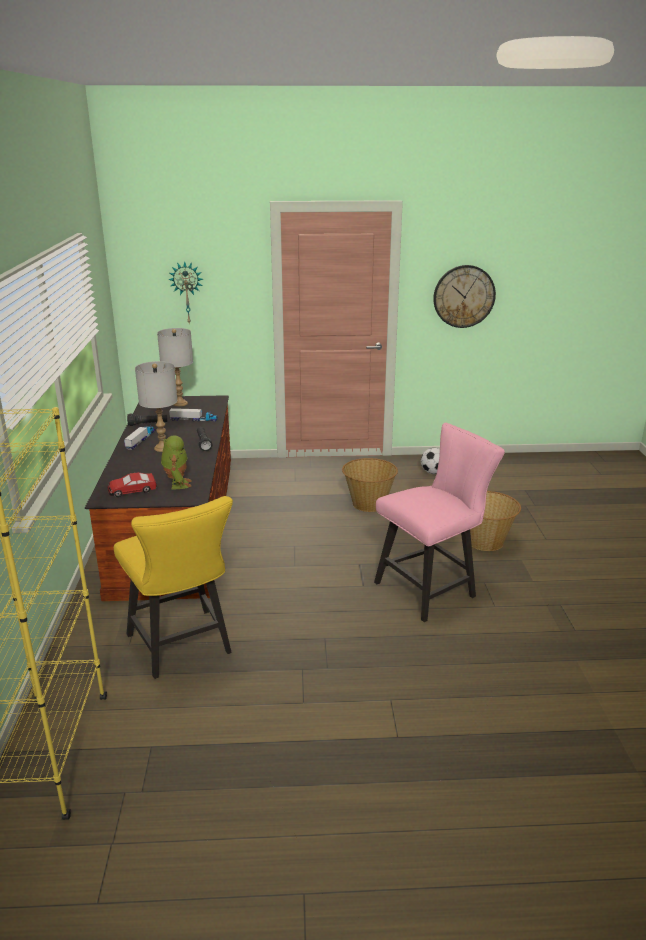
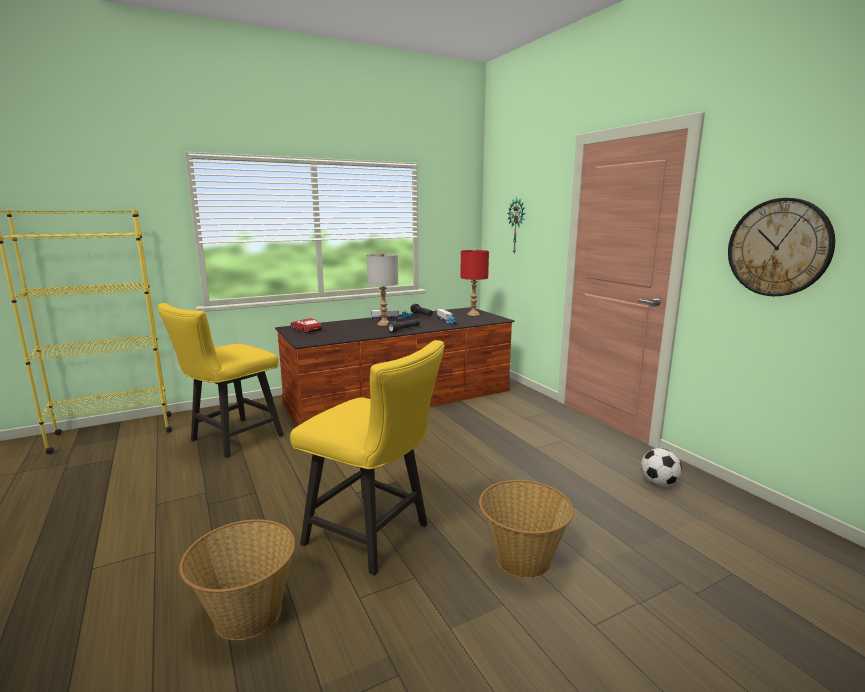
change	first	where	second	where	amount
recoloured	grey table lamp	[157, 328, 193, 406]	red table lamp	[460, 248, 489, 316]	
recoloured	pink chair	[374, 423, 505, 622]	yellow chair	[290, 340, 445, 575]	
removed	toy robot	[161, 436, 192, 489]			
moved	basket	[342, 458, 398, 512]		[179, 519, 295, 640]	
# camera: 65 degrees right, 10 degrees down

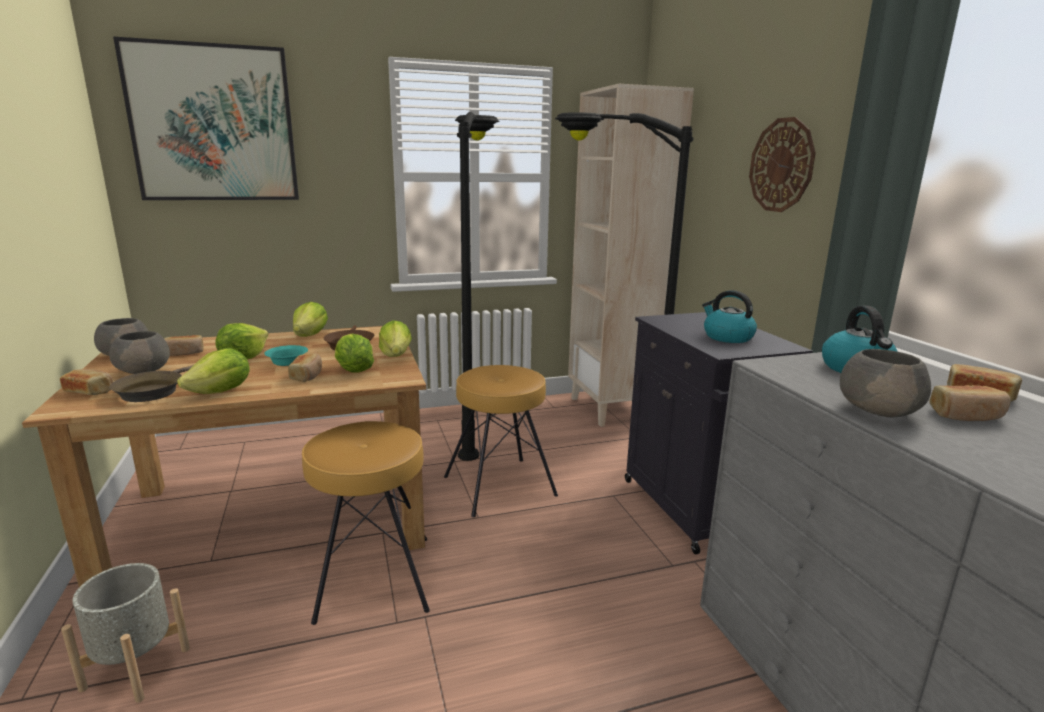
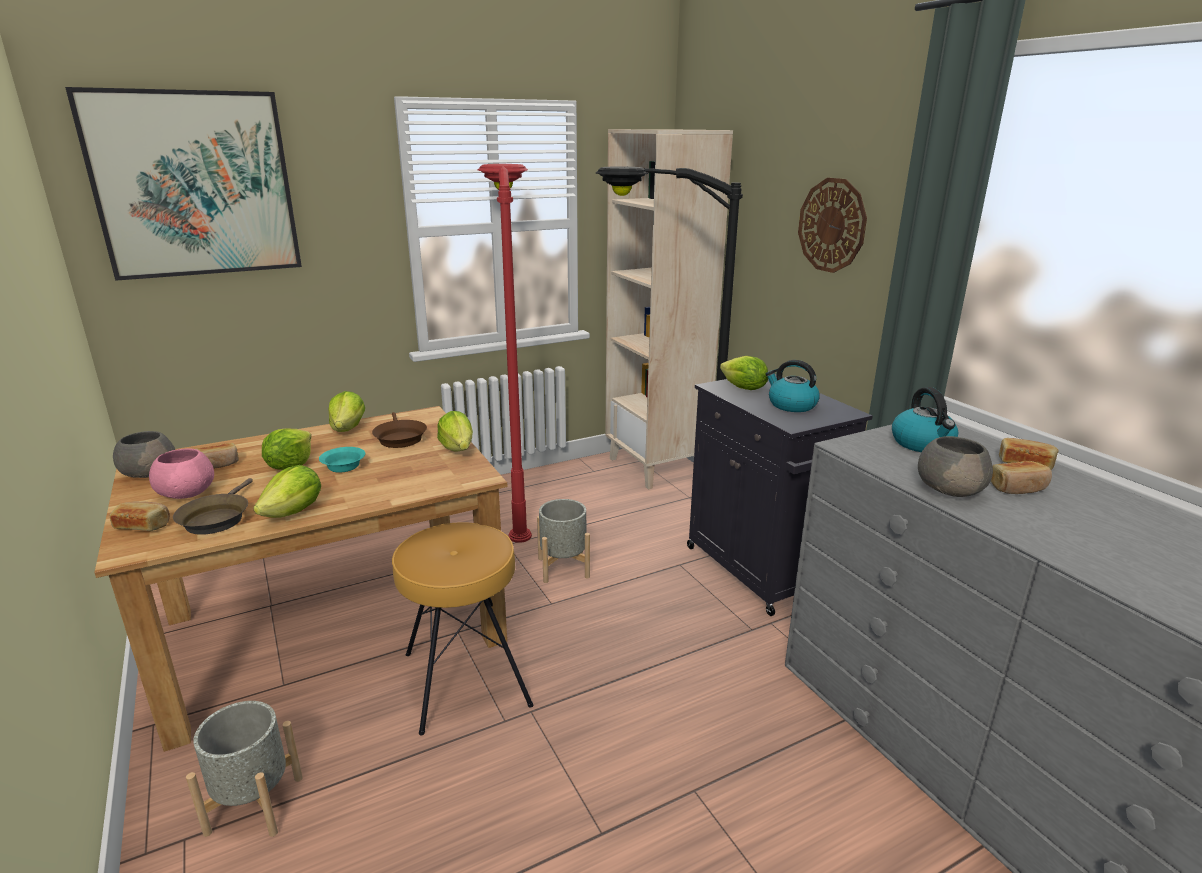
change	first	where	second	where	amount
recoloured	black floor lamp	[455, 112, 500, 461]	red floor lamp	[478, 164, 532, 543]	
recoloured	grey bowl	[109, 331, 170, 374]	pink bowl	[149, 448, 214, 499]	
moved	lettuce	[335, 334, 374, 372]		[720, 356, 768, 390]	
removed	bread	[288, 353, 322, 382]			
replaced	brown stool	[444, 365, 558, 517]	grey planter	[537, 499, 590, 583]	
# camera: 10 degrees left, 5 degrees up

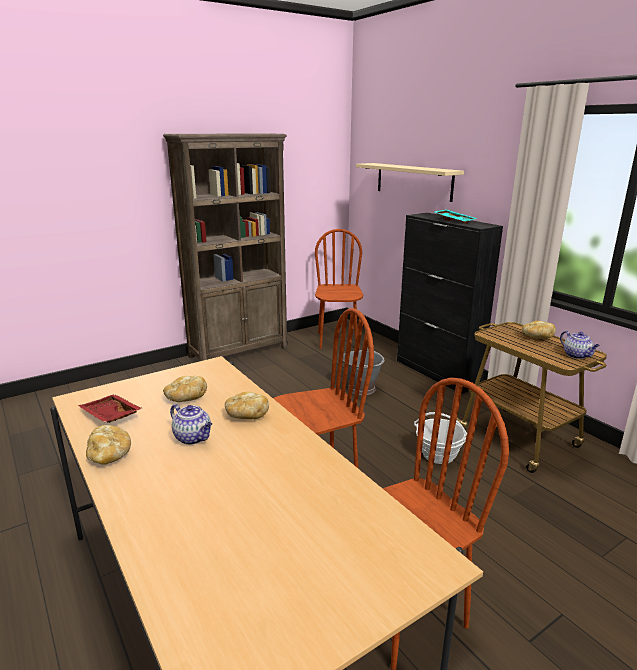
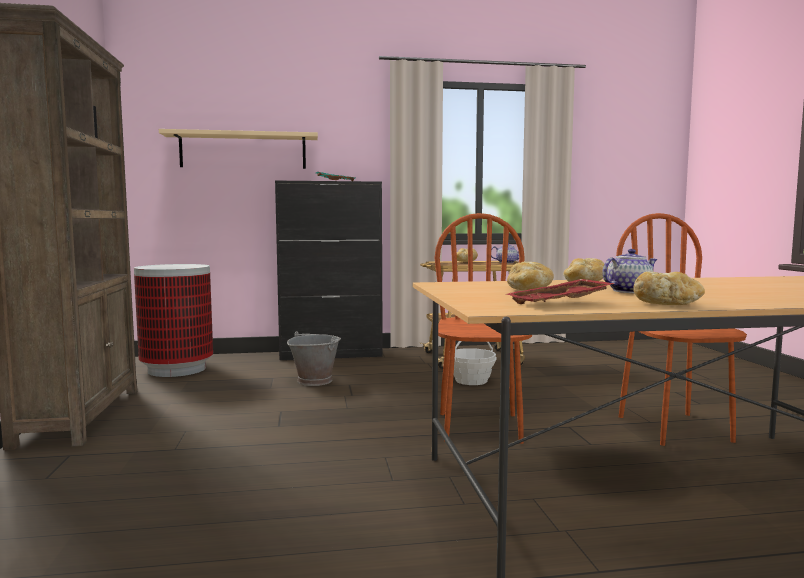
change	first	where	second	where	amount
replaced	brown chair	[315, 229, 363, 349]	trash can	[134, 264, 213, 377]	
# camera: 65 degrees left, 15 degrees down

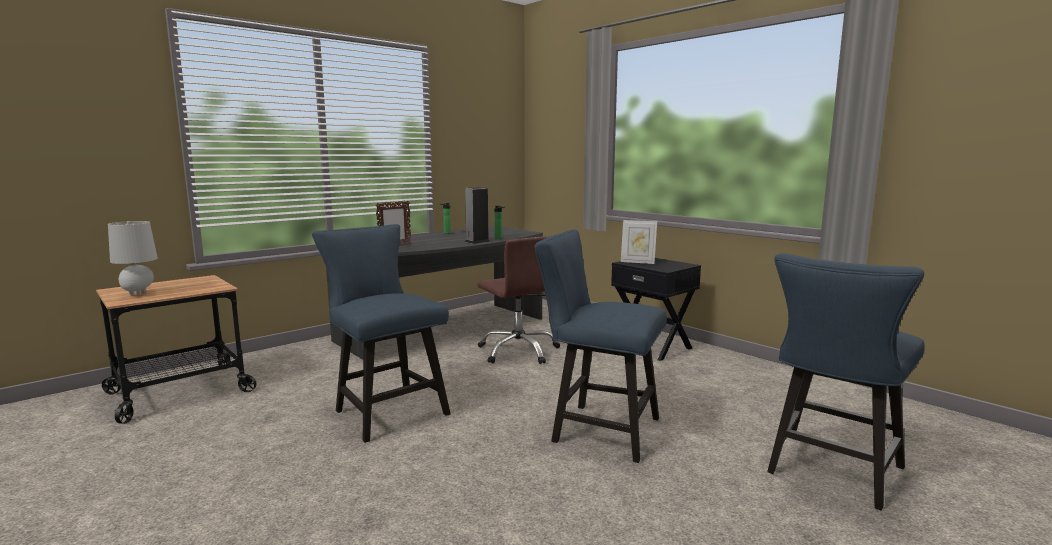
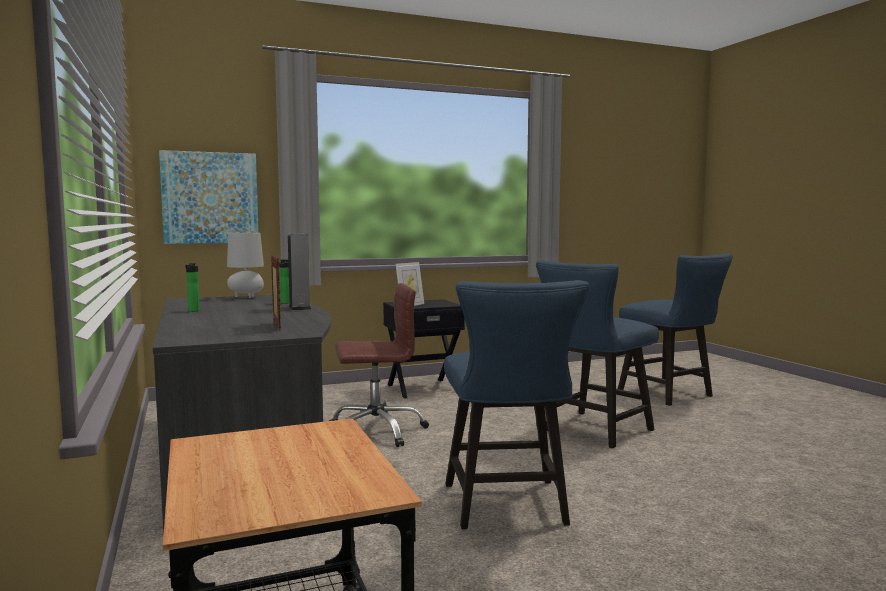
change	first	where	second	where	amount
moved	grey table lamp	[108, 221, 158, 296]		[227, 232, 264, 298]	
turned	blue chair	[312, 224, 451, 443]		[444, 280, 590, 529]	75 degrees counterclockwise
added			picture	[159, 150, 259, 244]	
# camera: 70 degrees left, 5 degrees down

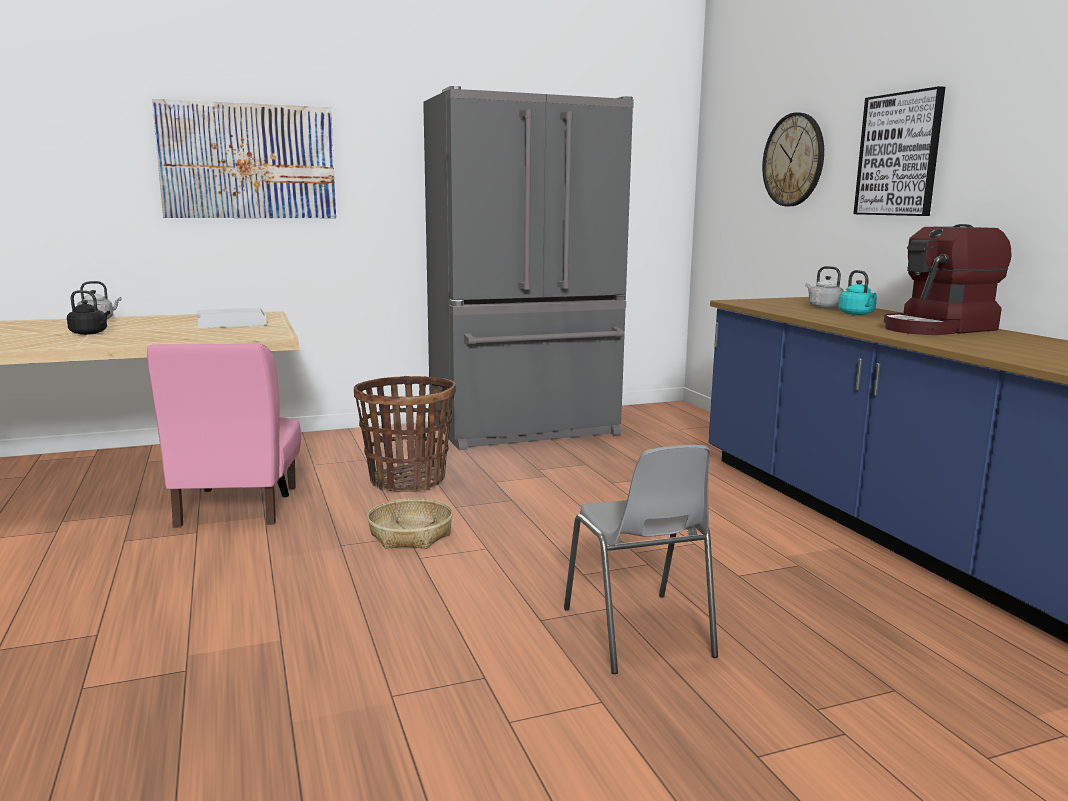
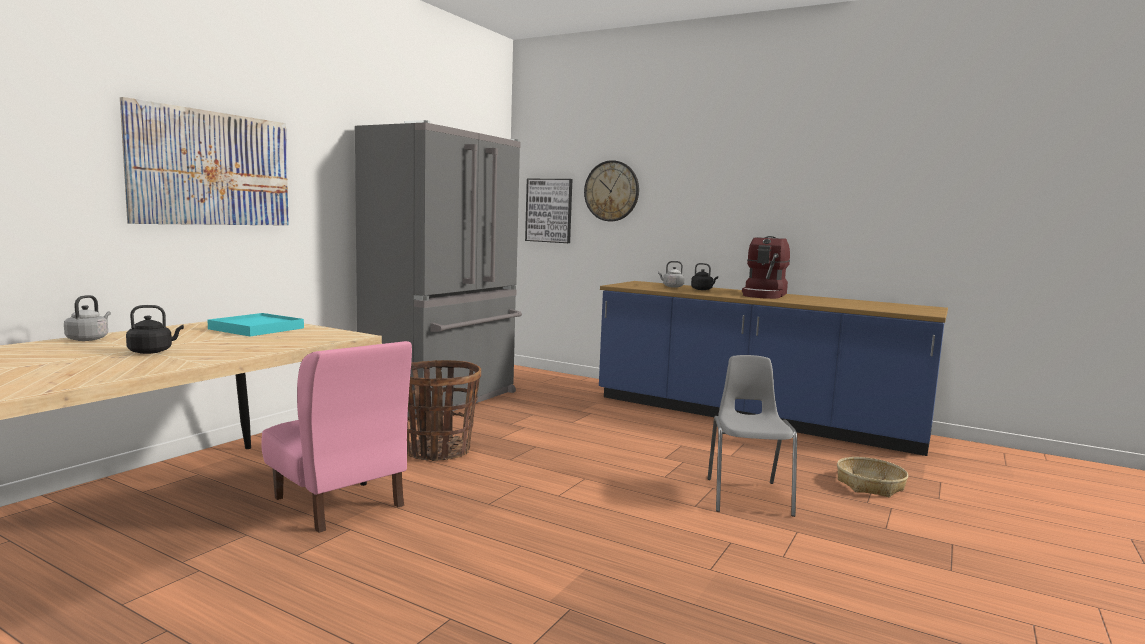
change	first	where	second	where	amount
moved	picture	[853, 86, 945, 216]		[525, 179, 572, 243]	
recoloured	turquoise kettle	[838, 270, 877, 315]	black kettle	[691, 263, 718, 290]	
recoloured	white tray	[197, 308, 267, 328]	turquoise tray	[208, 313, 304, 336]	
turned	grey chair	[564, 445, 718, 674]		[707, 355, 797, 517]	120 degrees counterclockwise
moved	basket	[367, 498, 453, 549]		[837, 457, 908, 497]	
# camera: 40 degrees left, 5 degrees down

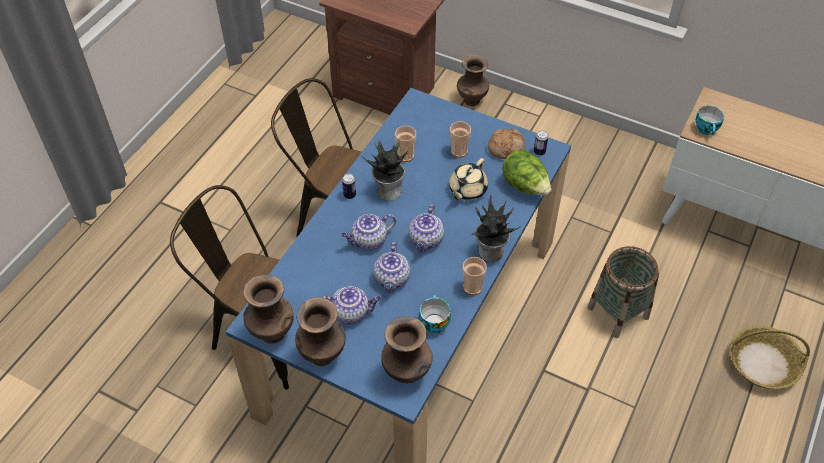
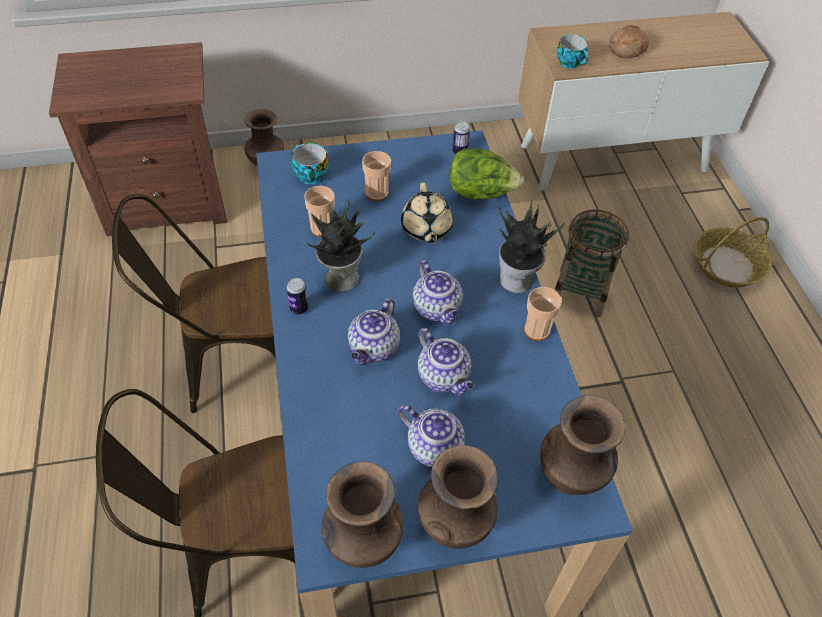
change	first	where	second	where	amount
moved	bread	[488, 128, 526, 159]		[609, 25, 649, 58]	
turned	teapot	[321, 286, 381, 324]		[398, 405, 465, 467]	75 degrees clockwise
moved	cup	[419, 295, 451, 333]		[292, 143, 329, 184]	
# camera: 40 degrees left, 0 degrees up

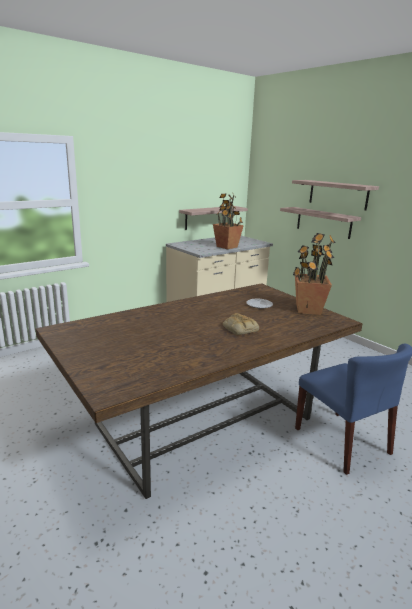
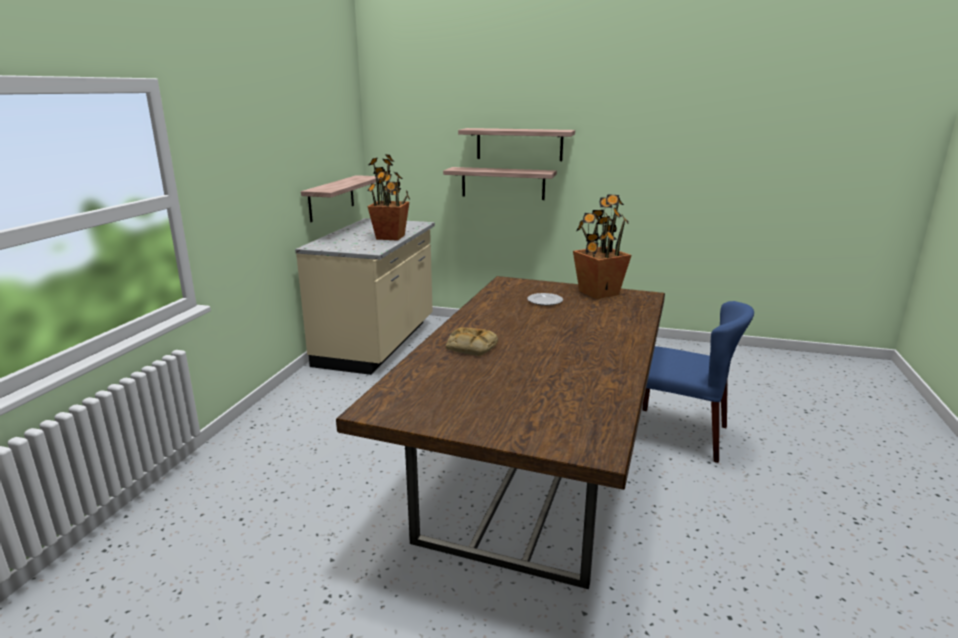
change	first	where	second	where	amount
moved	bread	[223, 313, 259, 335]		[446, 327, 498, 356]	
# camera: 35 degrees left, 0 degrees up

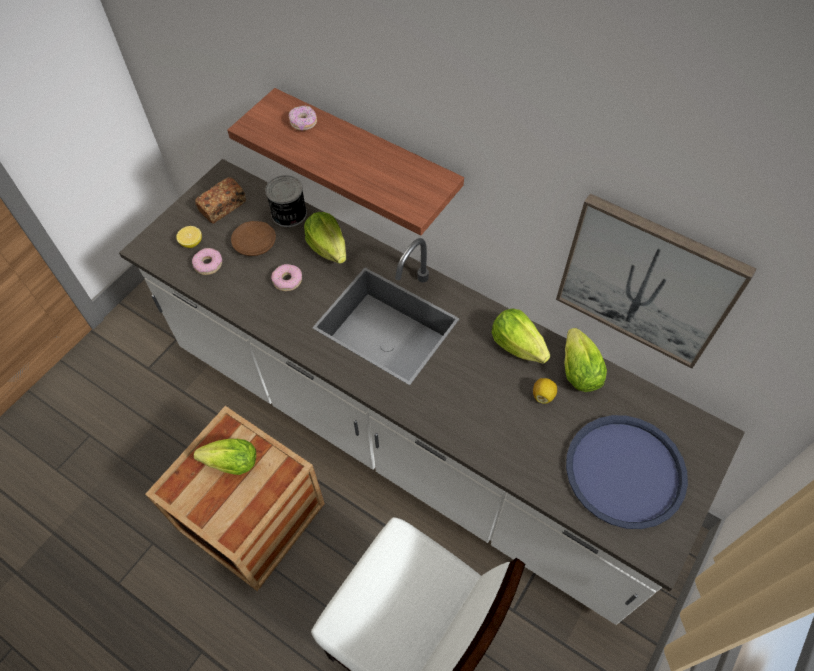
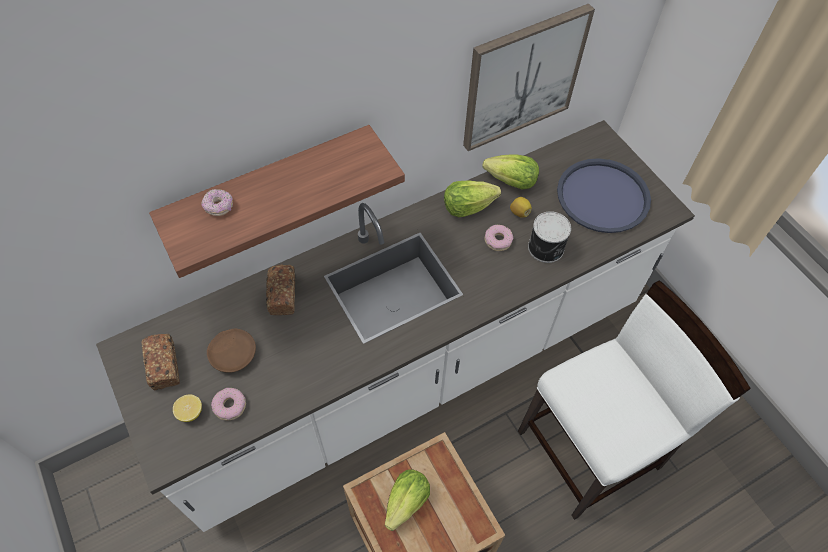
change	first	where	second	where	amount
moved	can	[265, 175, 307, 227]		[528, 211, 571, 263]	
replaced	lettuce	[304, 212, 346, 264]	bread	[266, 265, 295, 315]	
moved	donut	[271, 264, 302, 291]		[484, 225, 513, 251]	
# camera: 65 degrees left, 0 degrees up

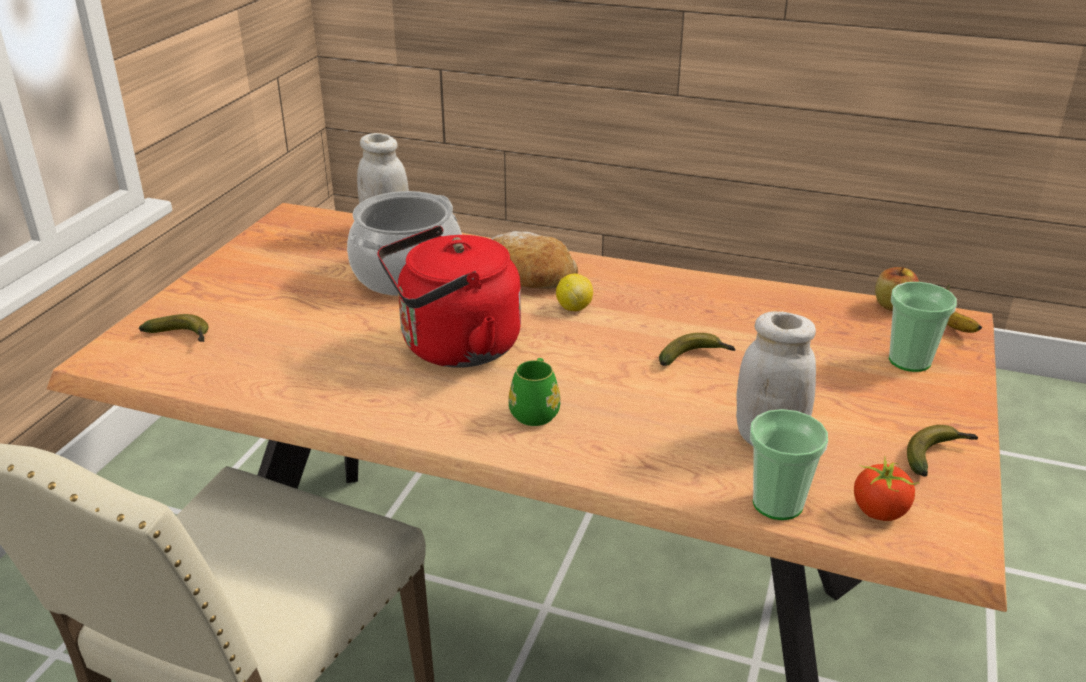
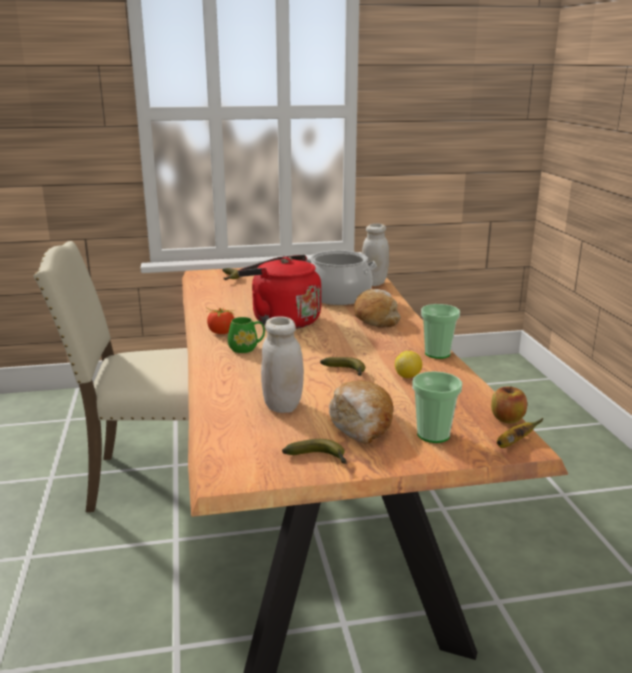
change	first	where	second	where	amount
moved	lemon	[556, 274, 593, 311]		[395, 351, 422, 378]	
moved	cup	[750, 409, 828, 520]		[421, 304, 460, 359]	
moved	tomato	[854, 456, 920, 521]		[206, 307, 235, 334]	
added			bread	[329, 380, 393, 444]	
# camera: 60 degrees right, 10 degrees down

